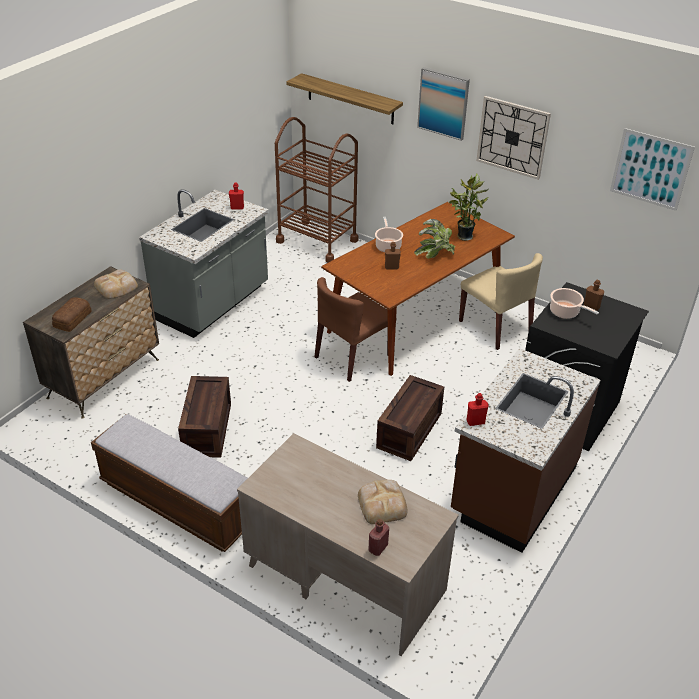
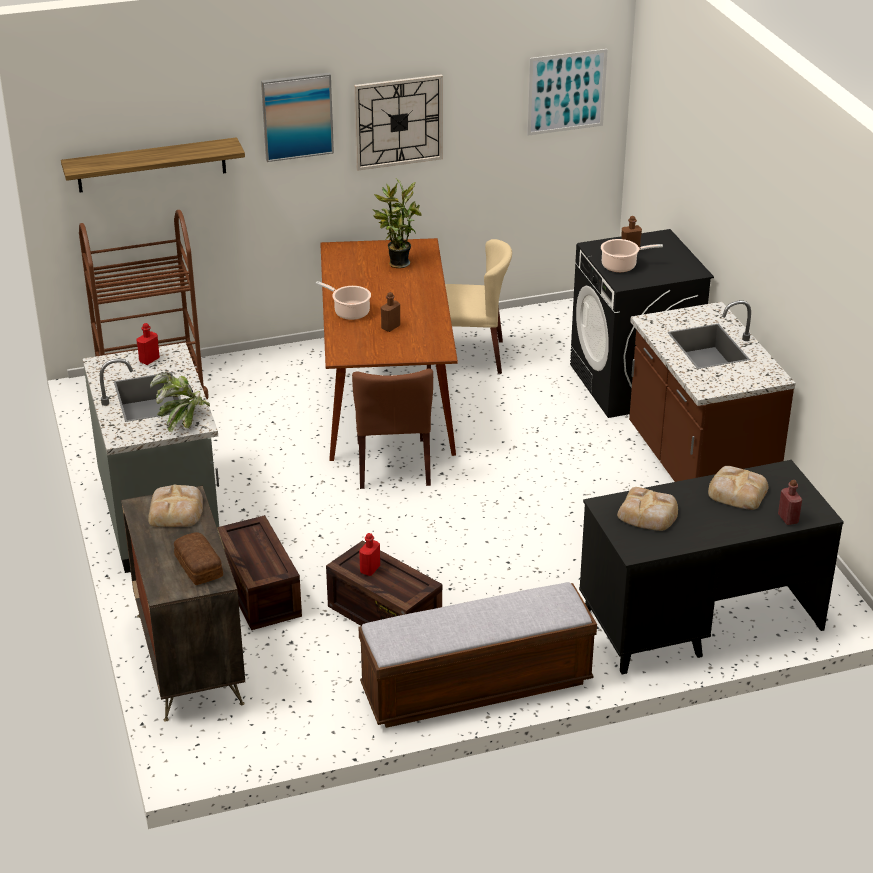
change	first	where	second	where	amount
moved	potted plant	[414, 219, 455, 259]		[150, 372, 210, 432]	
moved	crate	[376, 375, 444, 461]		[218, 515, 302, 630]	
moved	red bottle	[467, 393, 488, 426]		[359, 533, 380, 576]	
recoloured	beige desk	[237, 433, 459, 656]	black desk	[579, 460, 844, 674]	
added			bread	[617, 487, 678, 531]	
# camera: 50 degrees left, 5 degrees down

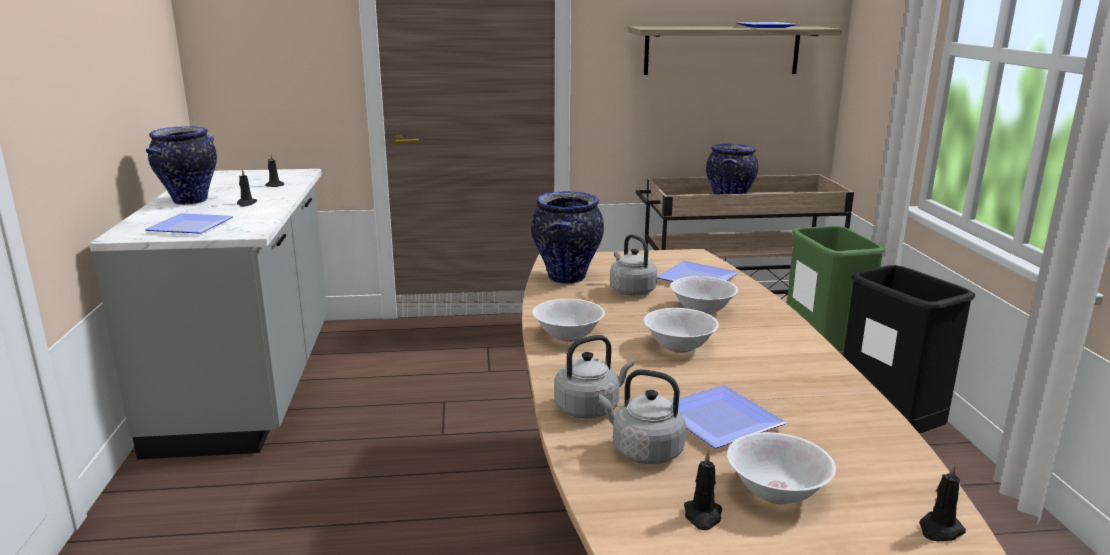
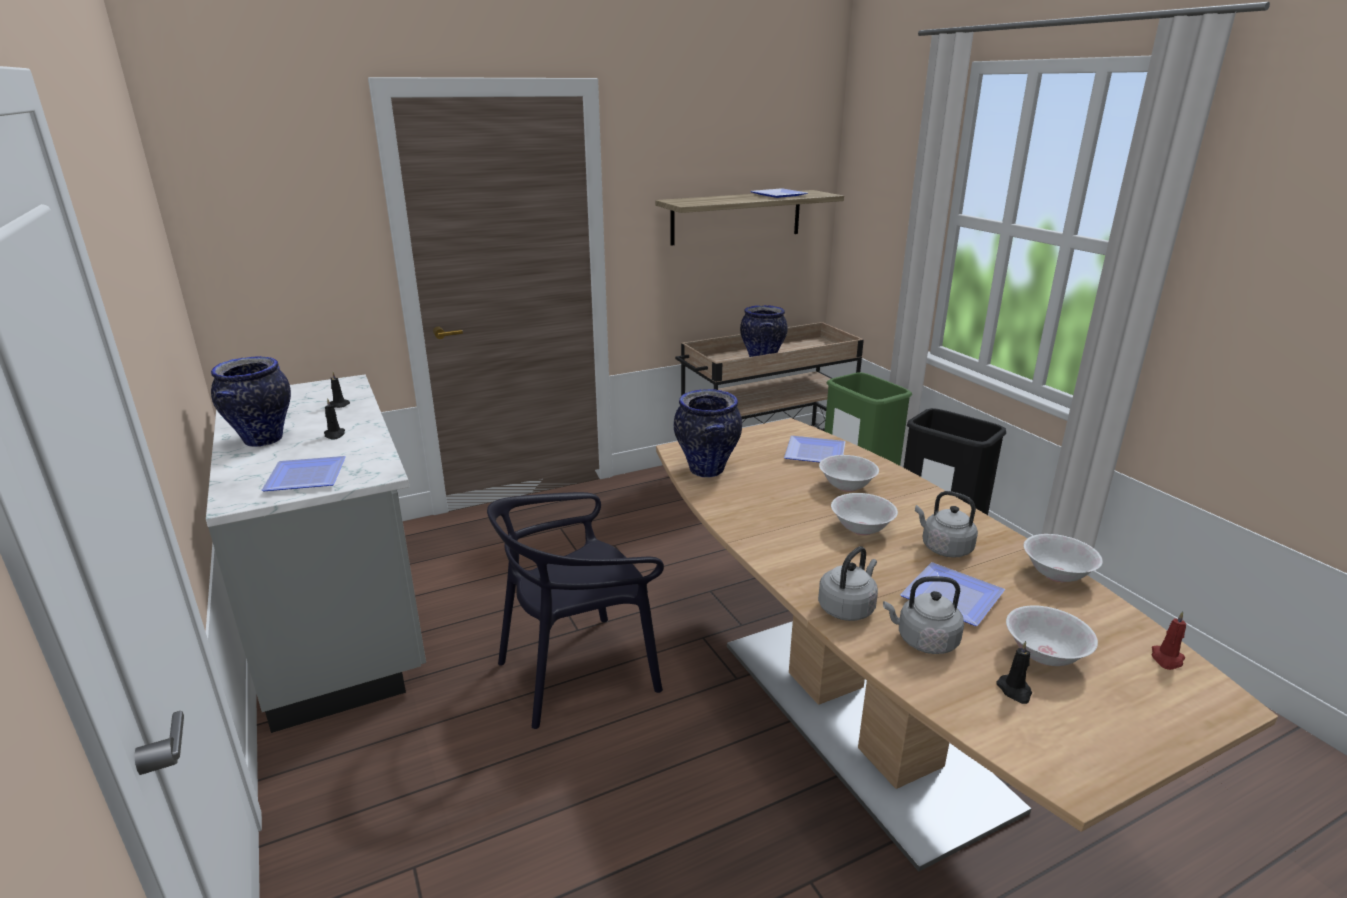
change	first	where	second	where	amount
moved	grey kettle	[610, 234, 657, 296]		[915, 491, 978, 558]	
moved	white bowl	[532, 299, 605, 342]		[1024, 534, 1103, 582]	
recoloured	black candle	[919, 463, 966, 541]	red candle	[1152, 611, 1186, 670]	
added			black chair	[487, 492, 664, 729]	
# camera: 20 degrees left, 5 degrees up

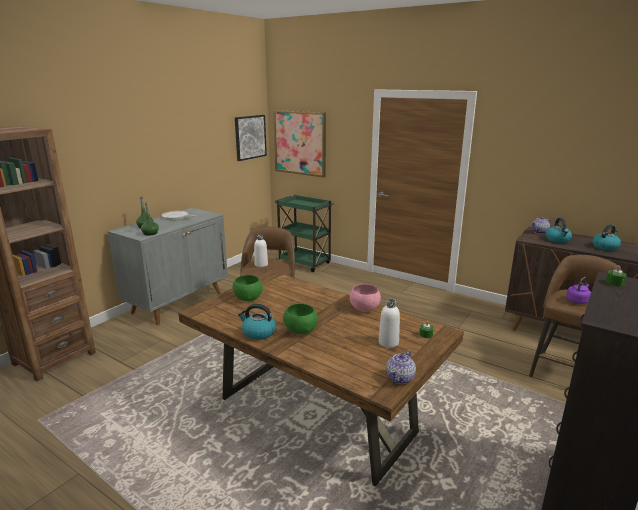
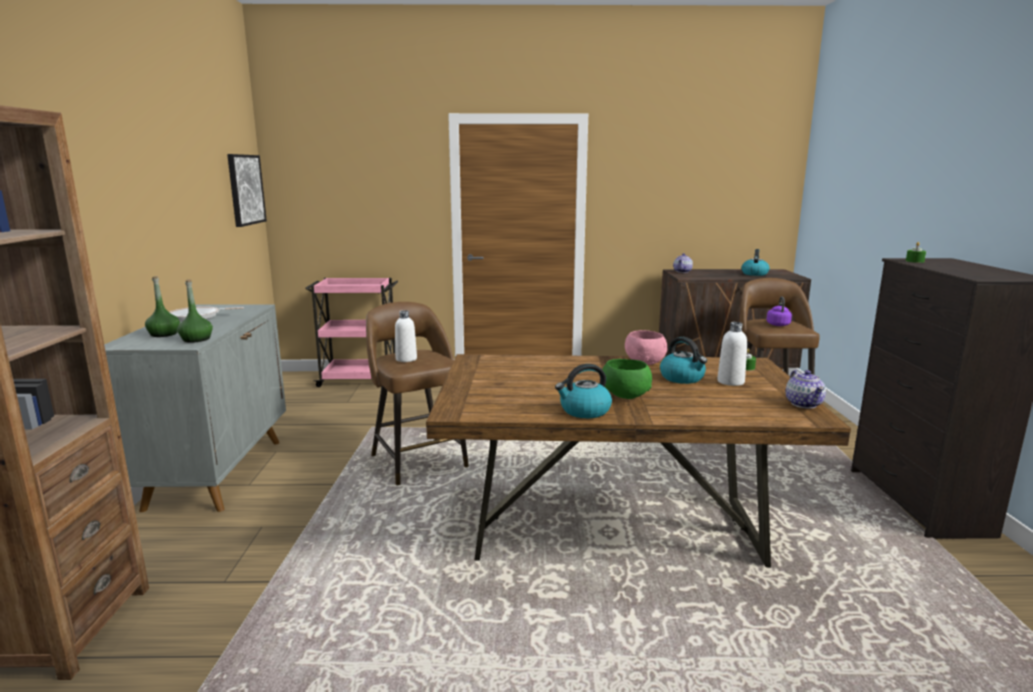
change	first	where	second	where	amount
removed	picture	[273, 110, 326, 178]			
recoloured	green cart	[275, 195, 334, 272]	pink cart	[305, 278, 398, 387]	
moved	kettle	[546, 218, 572, 243]		[660, 337, 707, 384]	
removed	green bowl	[233, 275, 263, 301]			
# camera: 35 degrees left, 5 degrees down

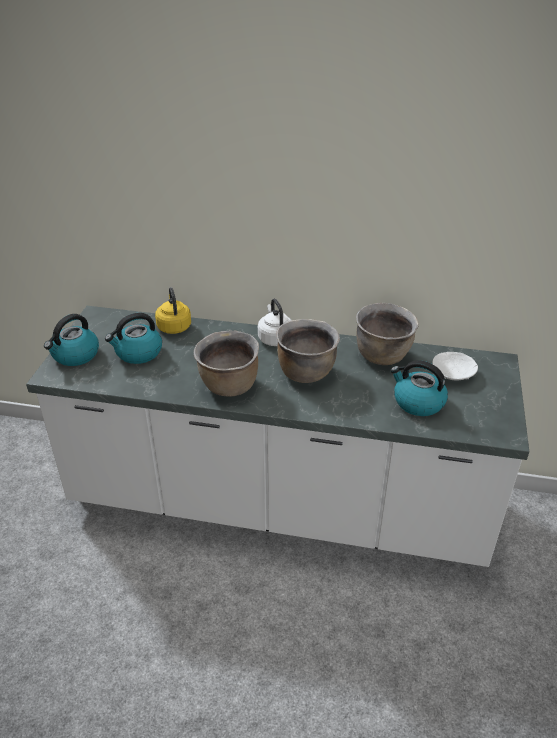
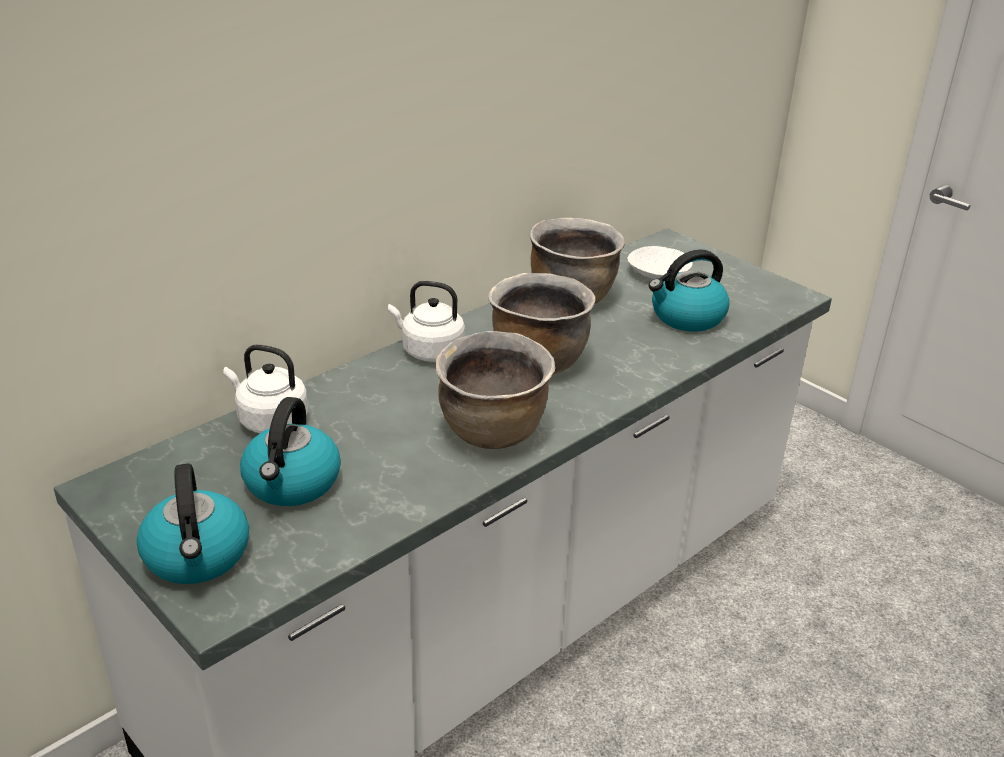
change	first	where	second	where	amount
recoloured	yellow kettle	[155, 287, 191, 334]	white kettle	[223, 344, 308, 433]	
# camera: 55 degrees left, 5 degrees down

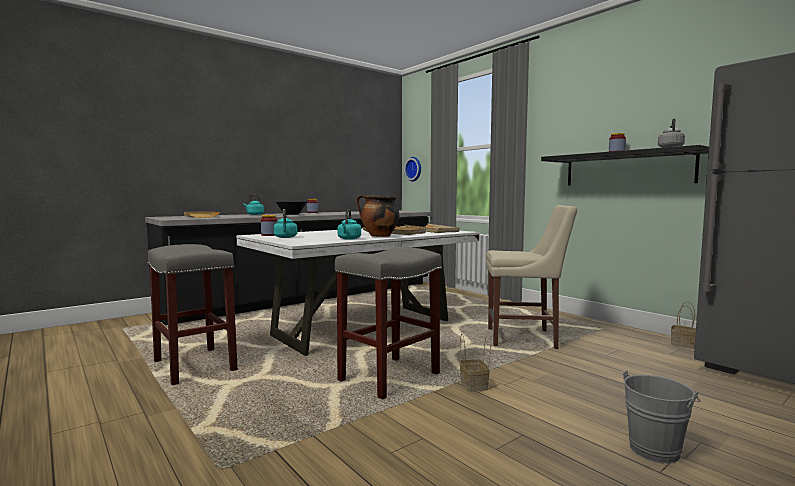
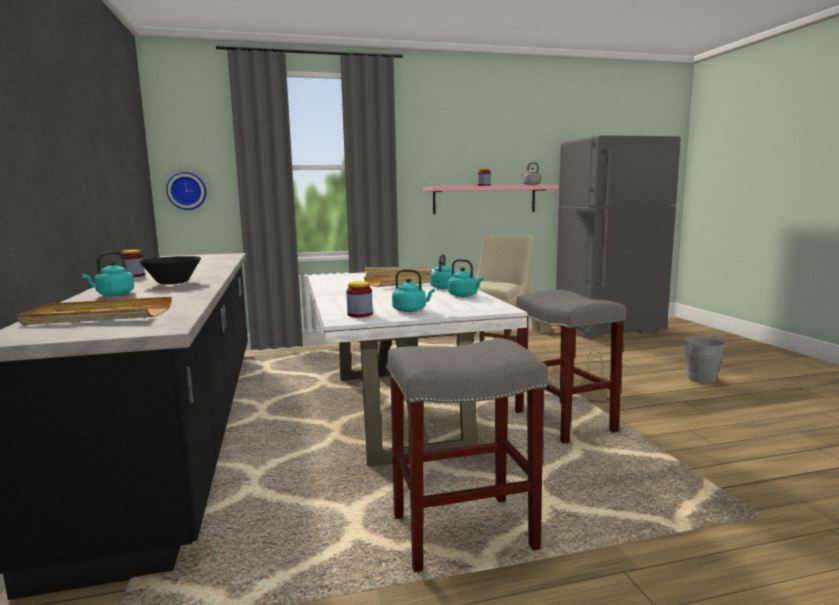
change	first	where	second	where	amount
recoloured	black shelf	[541, 145, 709, 185]	pink shelf	[423, 185, 558, 214]	
replaced	cooking pot	[357, 195, 399, 237]	turquoise kettle	[430, 254, 456, 289]	
# camera: 65 degrees left, 5 degrees up

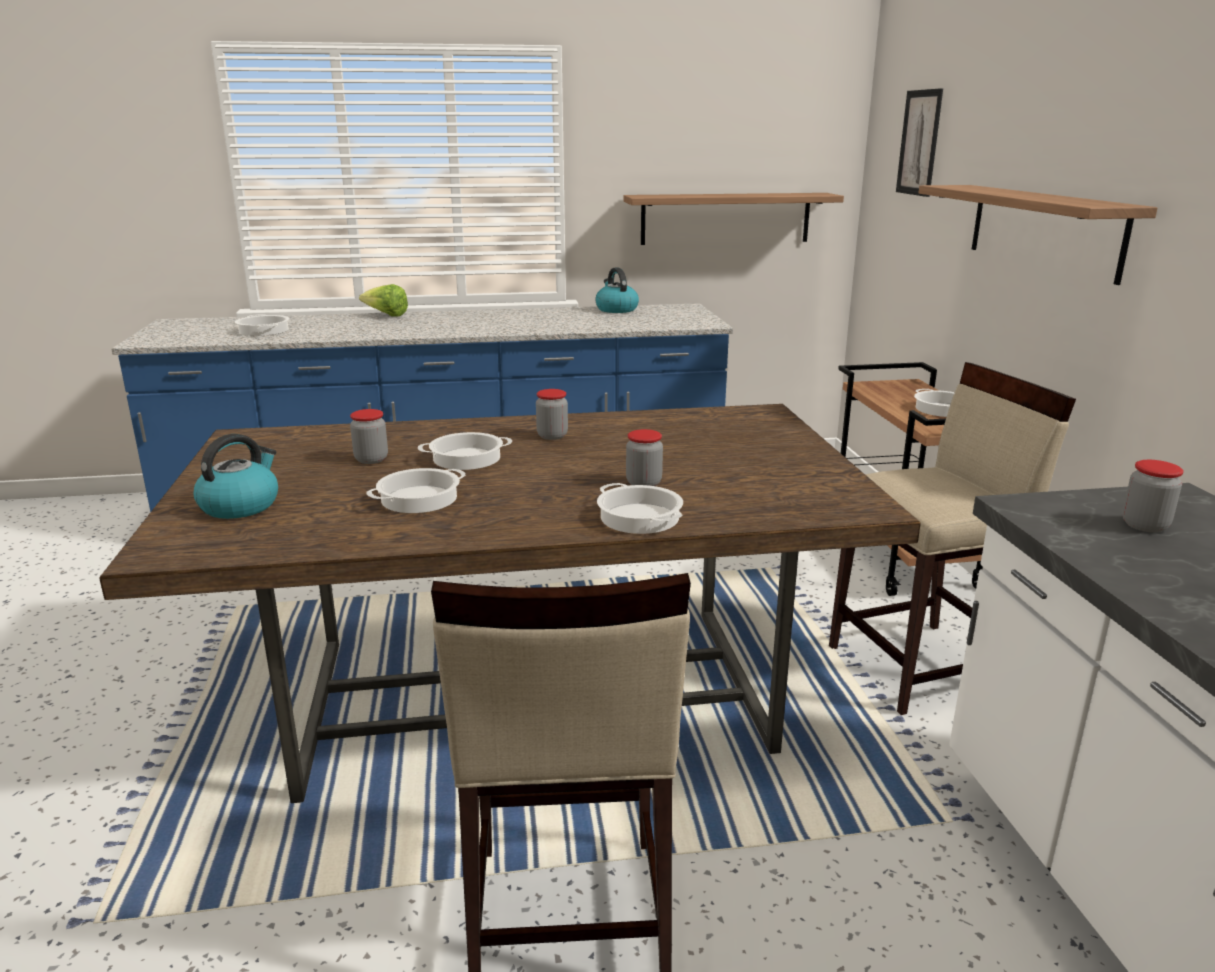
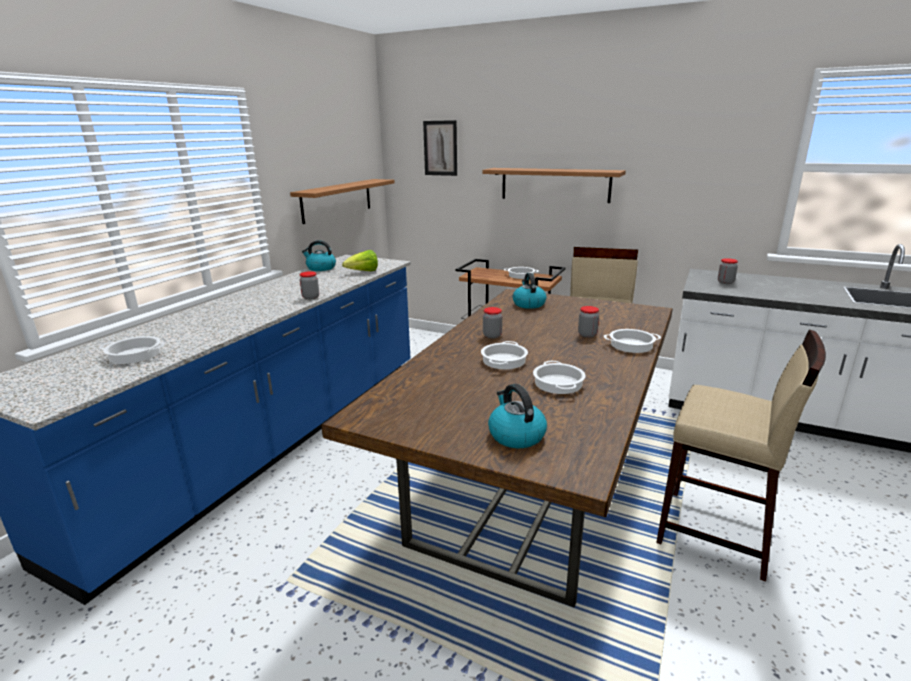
change	first	where	second	where	amount
moved	lettuce	[359, 284, 408, 316]		[342, 250, 378, 271]	
moved	jar	[350, 409, 388, 464]		[300, 271, 319, 300]	
added			kettle	[512, 273, 546, 309]	
# camera: 55 degrees left, 0 degrees up

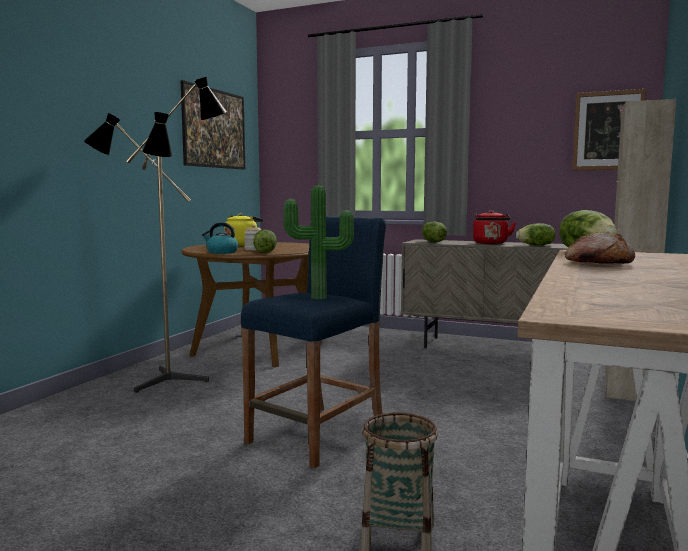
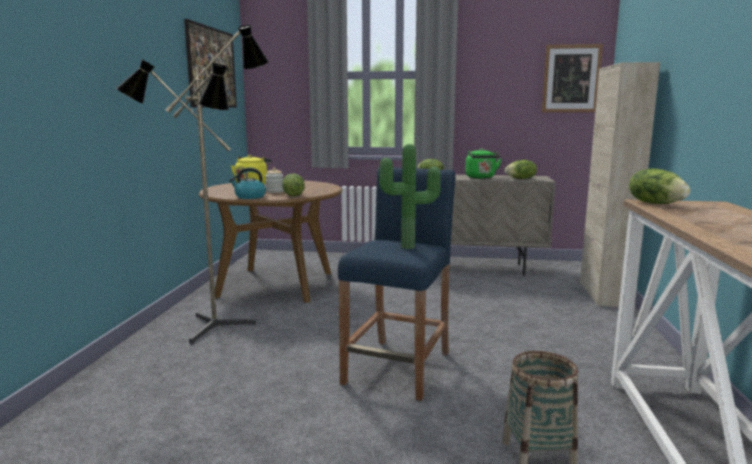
change	first	where	second	where	amount
recoloured	red kettle	[473, 210, 516, 244]	green kettle	[465, 148, 502, 179]	
removed	bread	[565, 232, 635, 264]			
# camera: 15 degrees left, 5 degrees up

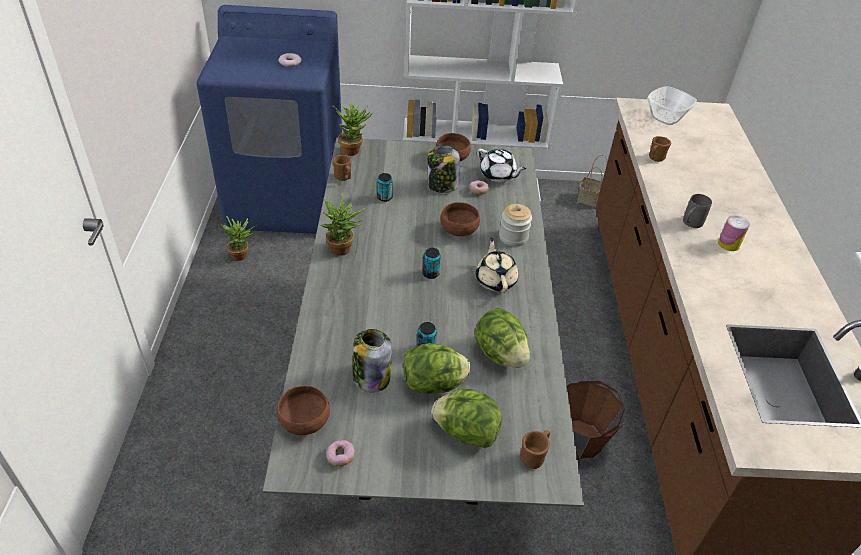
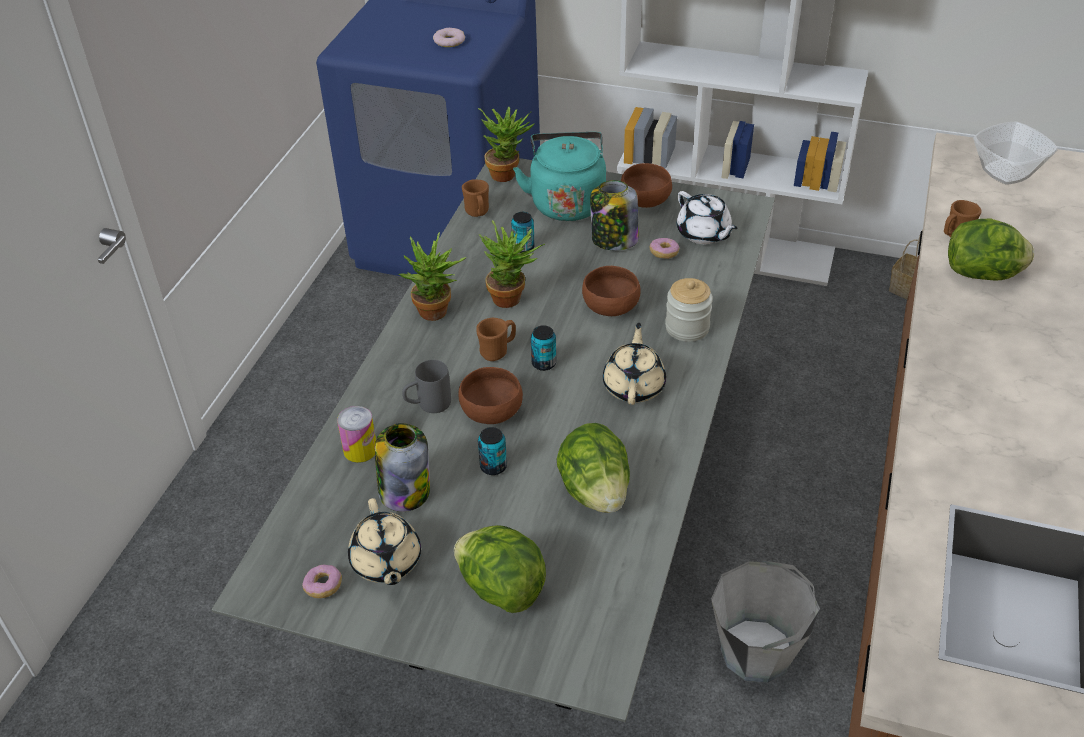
change	first	where	second	where	amount
moved	grey mug	[683, 194, 712, 228]		[402, 360, 451, 413]	
moved	can	[718, 215, 750, 251]		[337, 406, 376, 463]	
moved	potted plant	[220, 216, 255, 261]		[479, 220, 545, 308]	
moved	lettuce	[403, 343, 470, 394]		[948, 219, 1034, 280]	
recoloured	brown bucket	[567, 381, 625, 461]	grey bucket	[711, 560, 820, 683]	
moved	brown bowl	[277, 386, 330, 435]		[459, 367, 523, 424]	
moved	brown mug	[520, 430, 550, 469]		[476, 318, 516, 361]	
added			turquoise kettle	[513, 132, 606, 221]	
added			beige teapot	[348, 498, 421, 585]	
# camera: 20 degrees right, 0 degrees up

